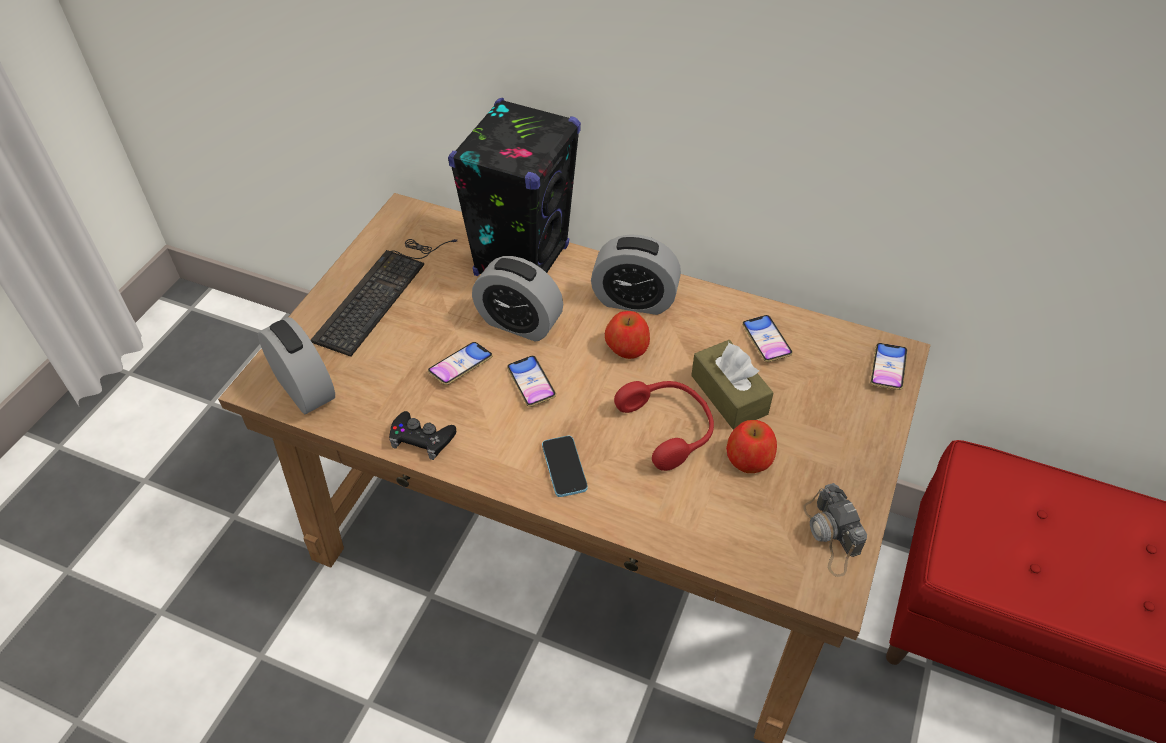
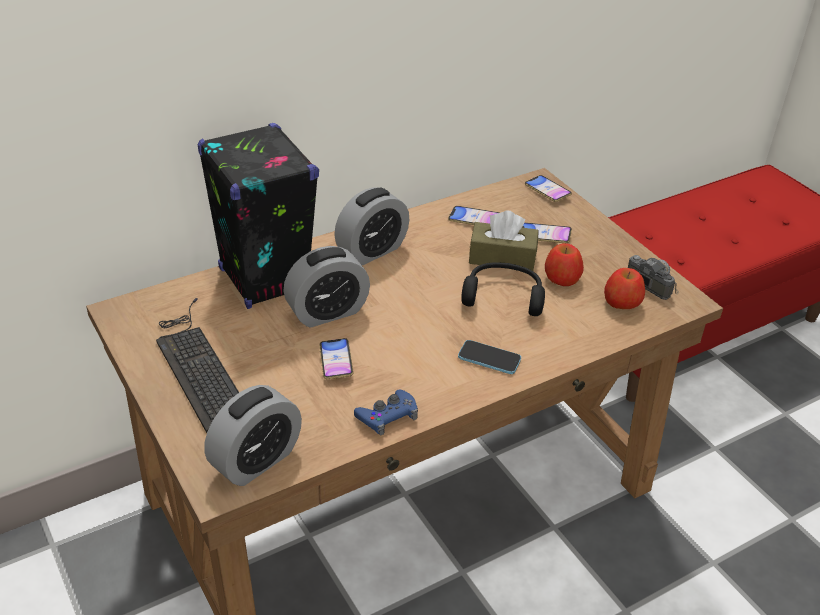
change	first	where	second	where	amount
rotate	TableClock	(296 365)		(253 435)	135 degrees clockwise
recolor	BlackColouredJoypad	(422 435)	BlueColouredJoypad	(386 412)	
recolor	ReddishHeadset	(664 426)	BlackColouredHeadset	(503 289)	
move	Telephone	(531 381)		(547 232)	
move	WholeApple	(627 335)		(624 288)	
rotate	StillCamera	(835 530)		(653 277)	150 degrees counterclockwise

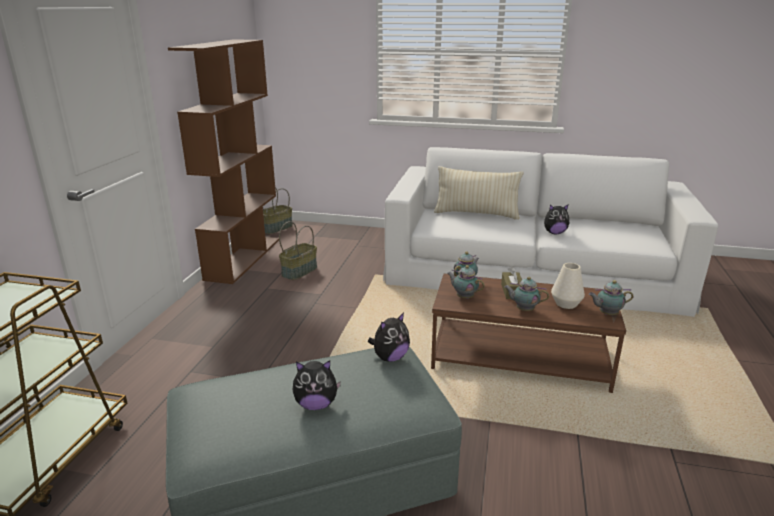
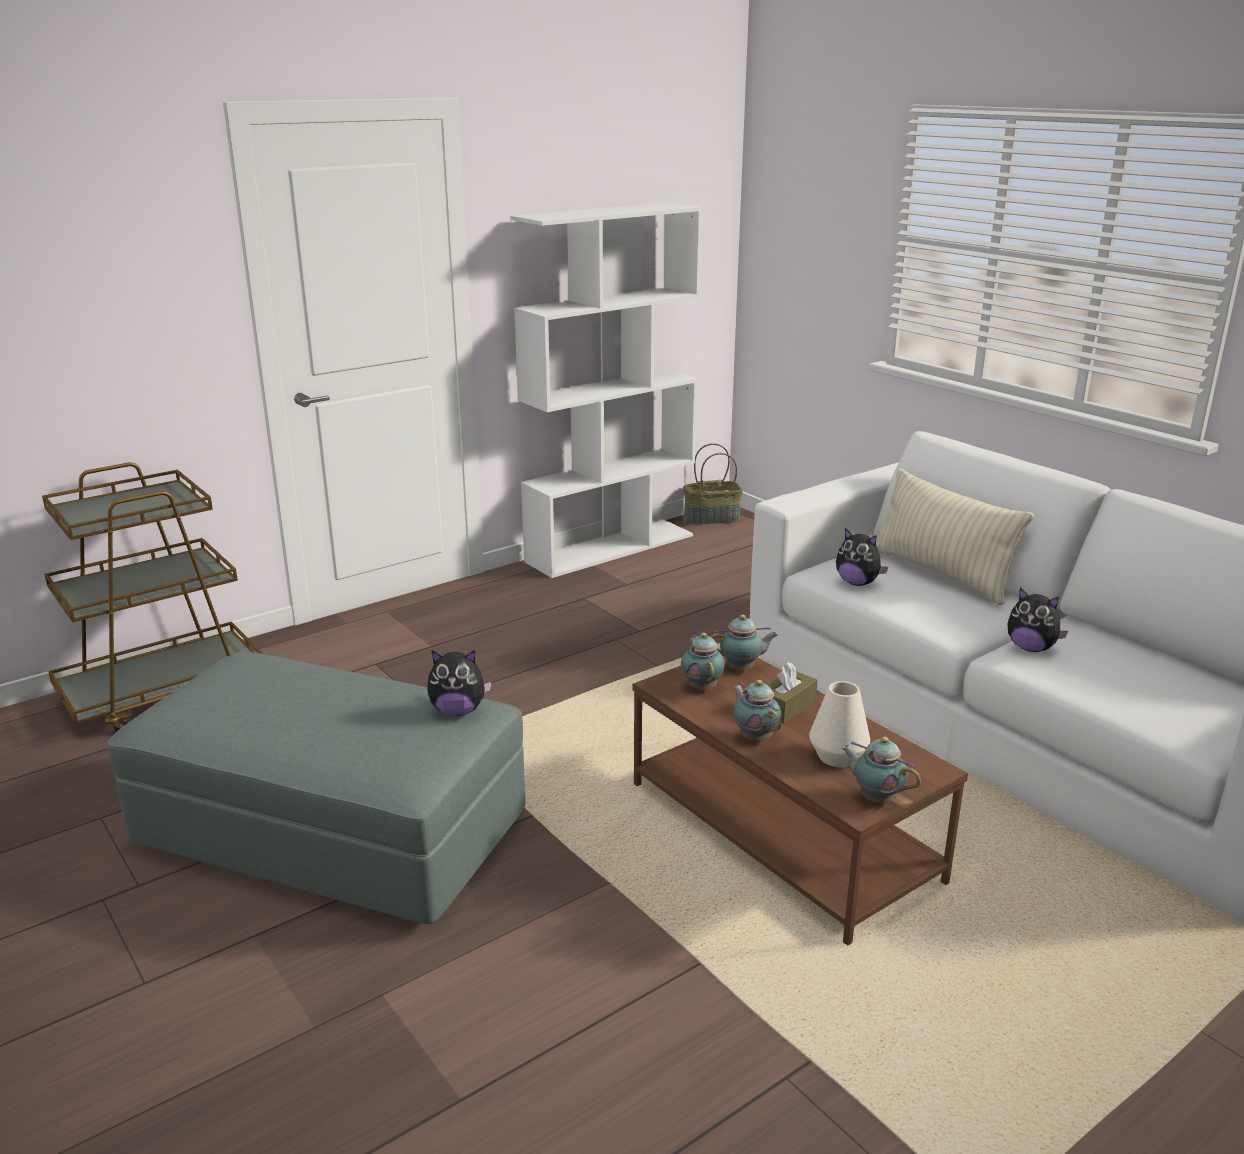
change	first	where	second	where	amount
recolor	BrownBookshelf	(223 161)	WhiteColouredBookshelf	(606 390)	
move	SoftToy	(317 385)		(862 557)	
delete	StorageBasket	(298 250)			

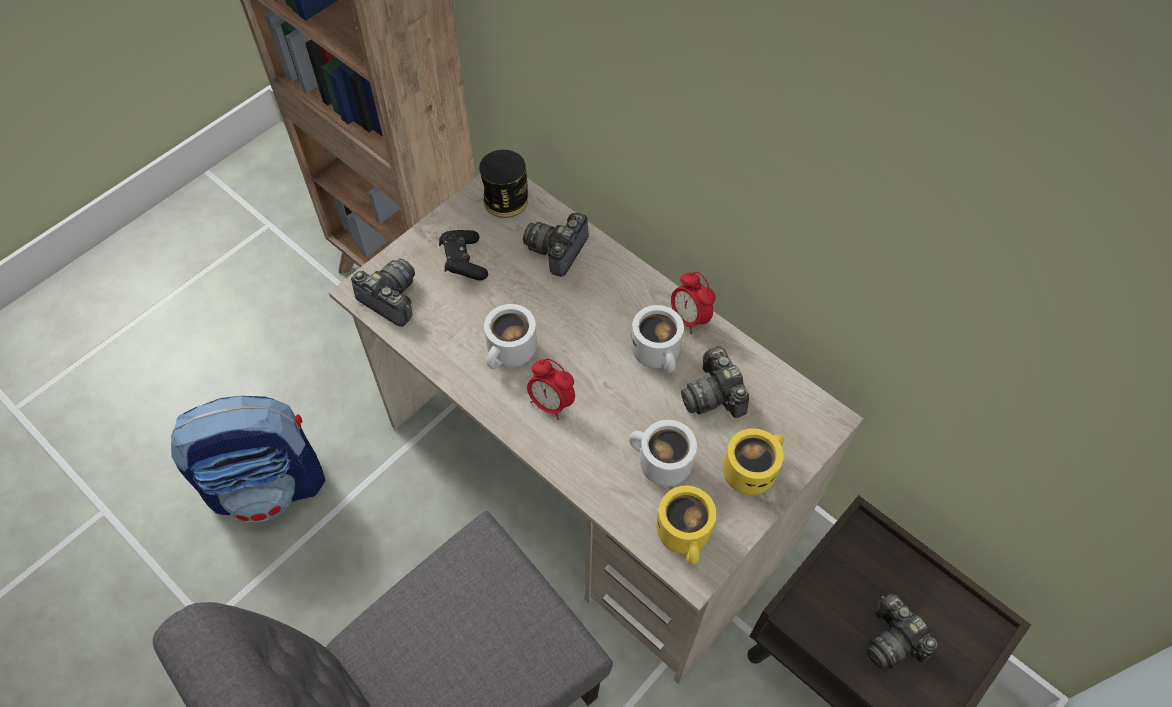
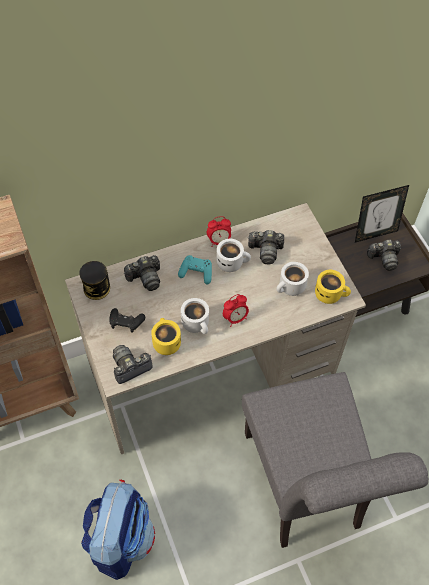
change	first	where	second	where	amount
rotate	StillCamera	(556 245)		(142 273)	75 degrees counterclockwise
move	YellowColouredTeaMug	(753 461)		(166 336)	
insert			TurquoiseColouredJoypad	(195 269)	
insert			StandingFrame	(382 213)	

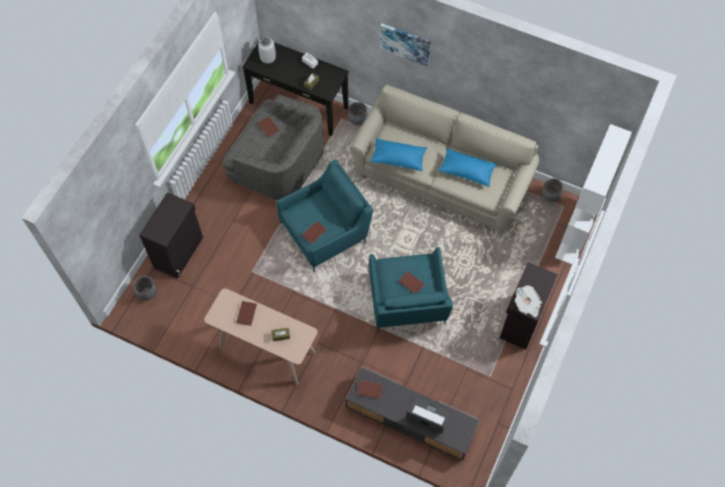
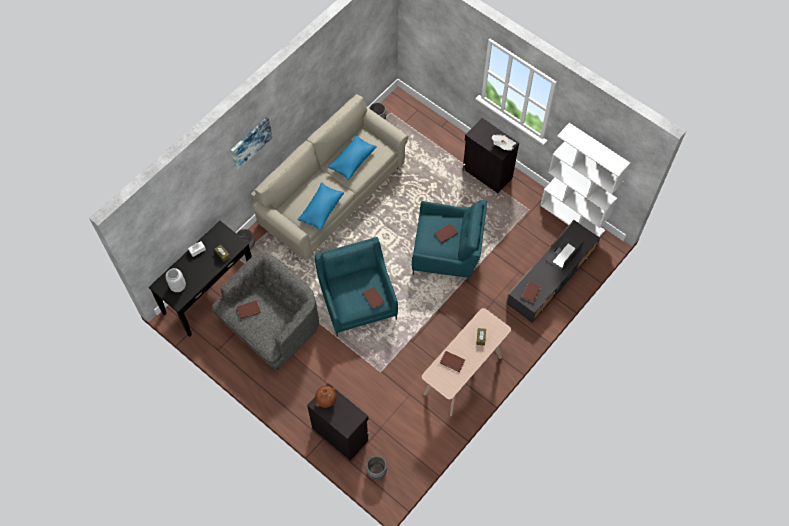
change	first	where	second	where	amount
insert			BrownFlowerVase	(326 397)	
move	WhiteColouredBookshelf	(593 194)		(585 180)	

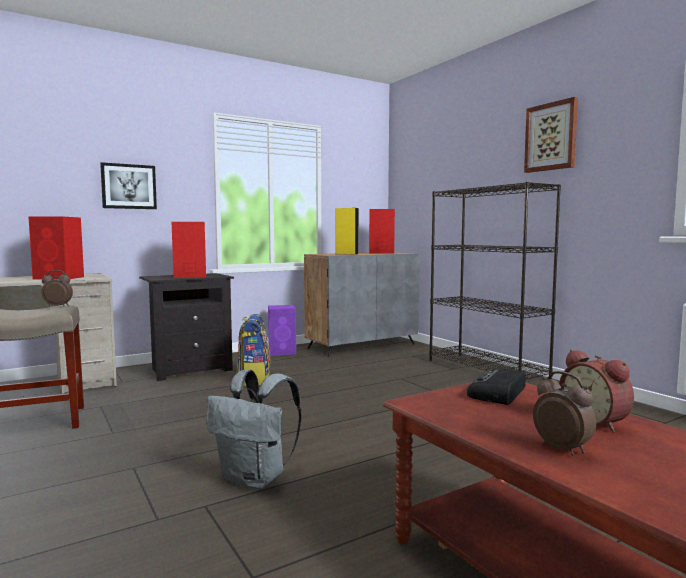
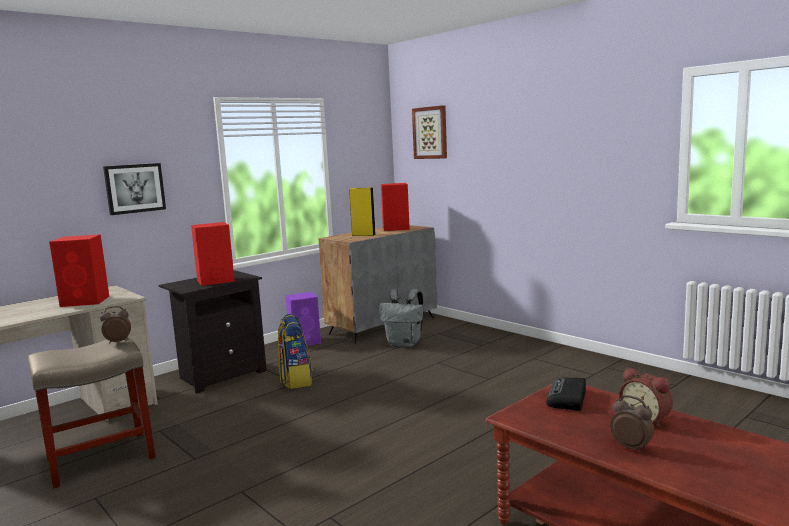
change	first	where	second	where	amount
move	GreyishBackpack	(253 429)		(401 318)	
move	WallPicture	(551 135)		(429 132)	
delete	BlackColouredBookshelf	(495 280)			

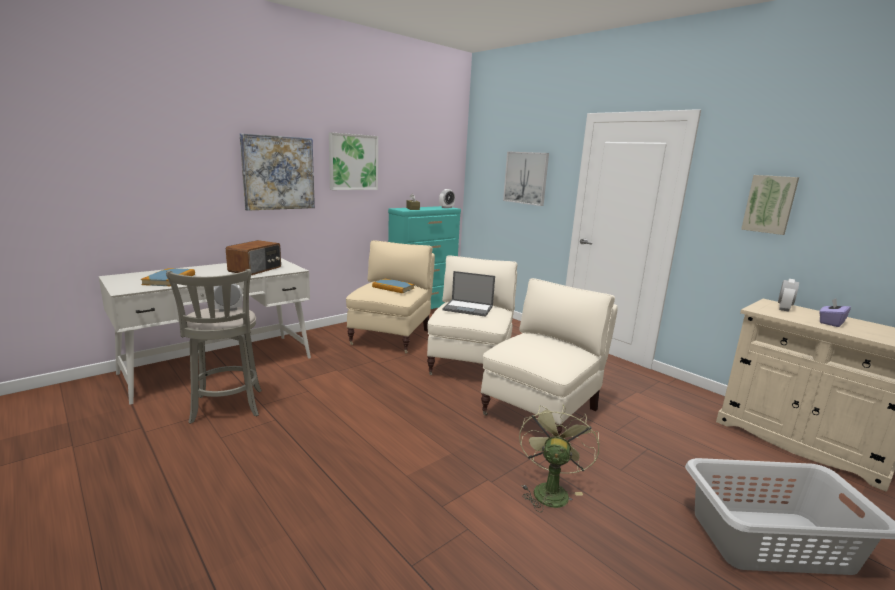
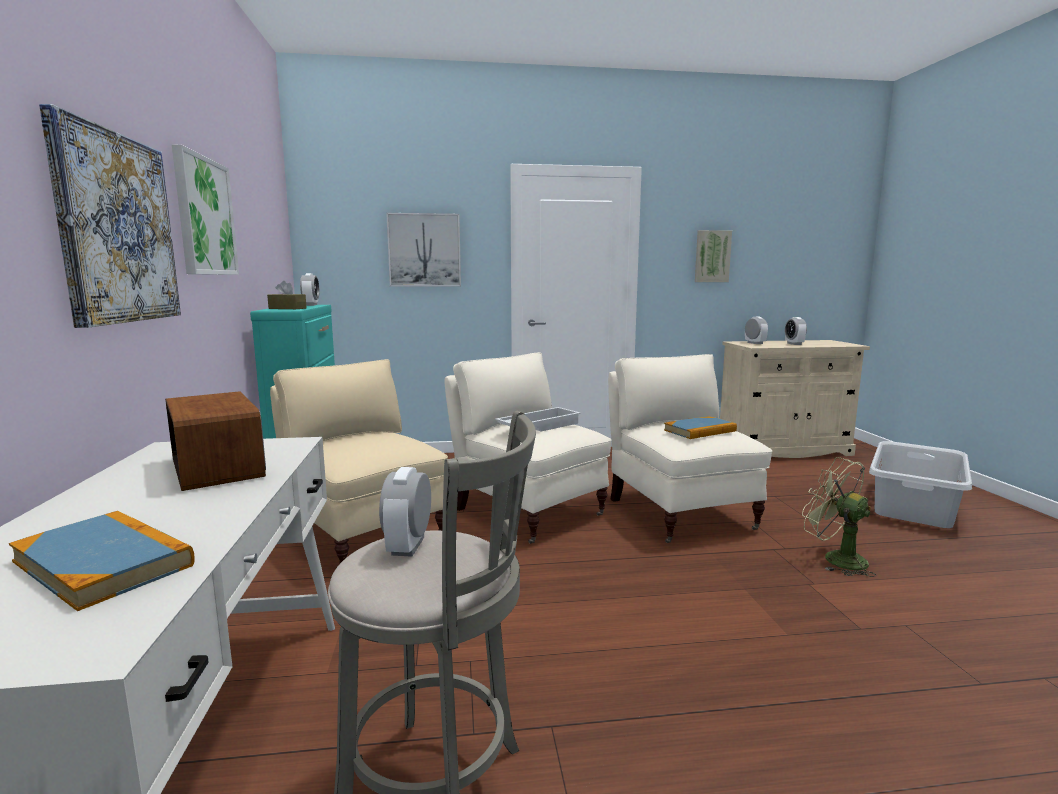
change	first	where	second	where	amount
replace	Laptop	(468 294)	WhiteColouredServingTray	(538 419)	
move	BoundBook	(393 286)		(700 427)	
replace	PurpleTissueBox	(835 312)	TableClock	(796 331)	

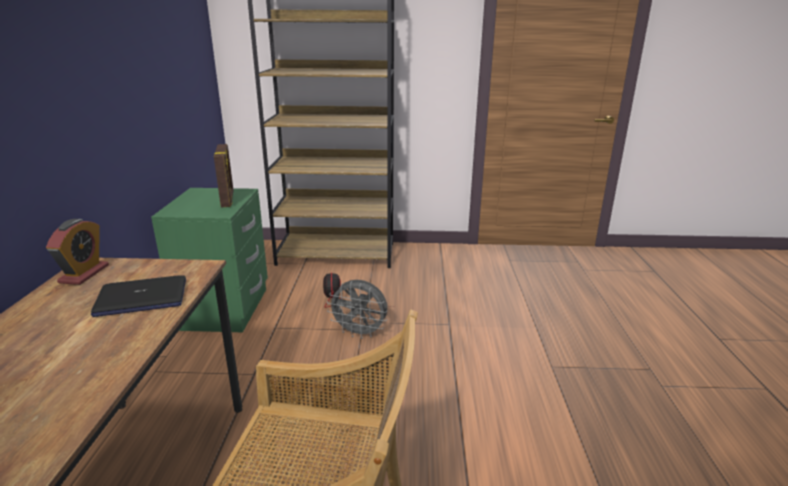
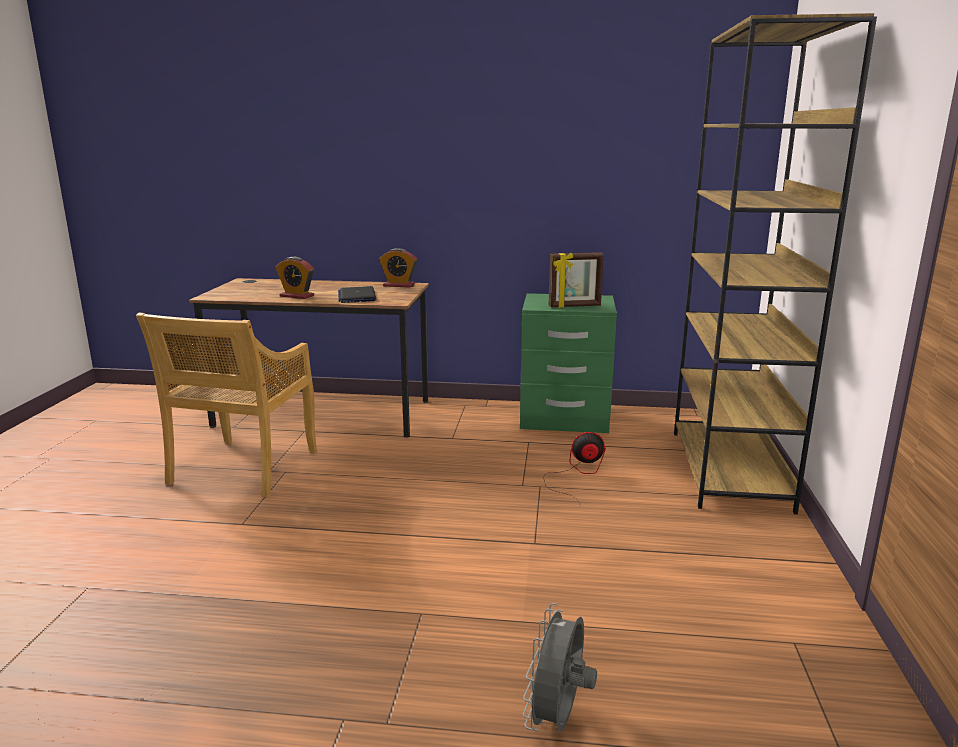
change	first	where	second	where	amount
insert			TableClock	(295 278)	
move	GreyishCoolingFan	(357 309)		(560 667)	

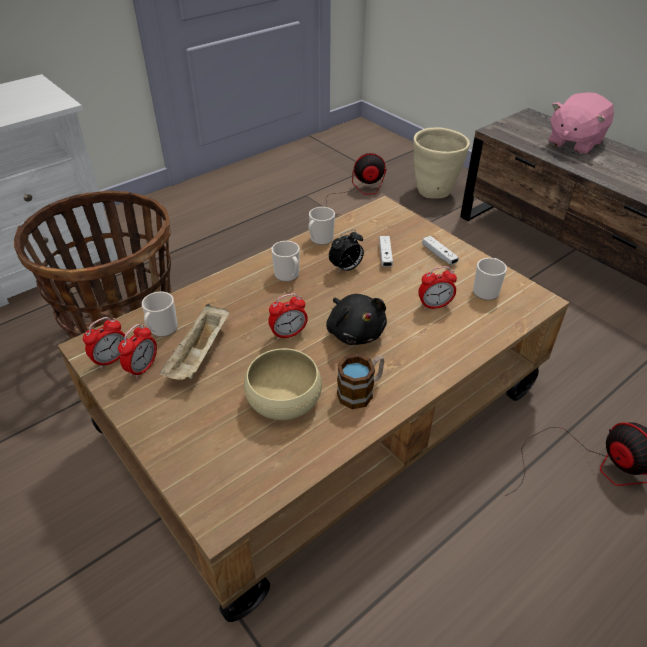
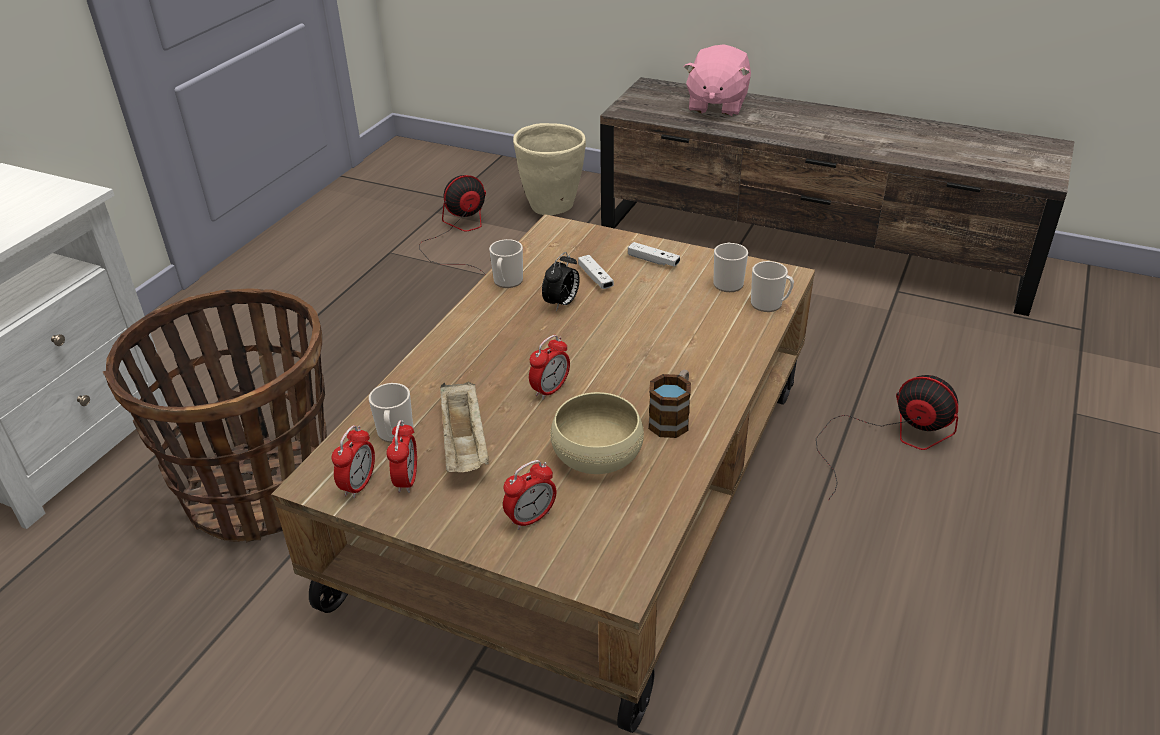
change	first	where	second	where	amount
move	TableClock	(437 288)		(529 495)	
move	TeaMug	(285 261)		(772 286)	
delete	BlackColouredSoftToy	(356 319)			

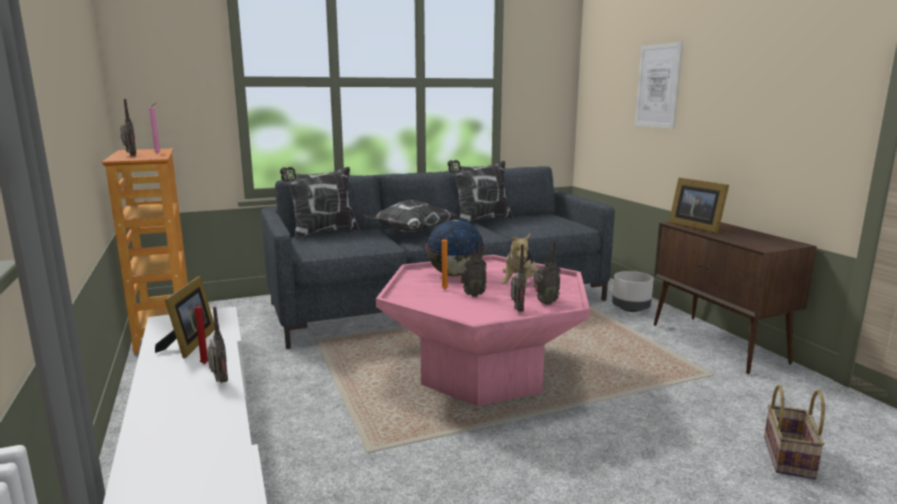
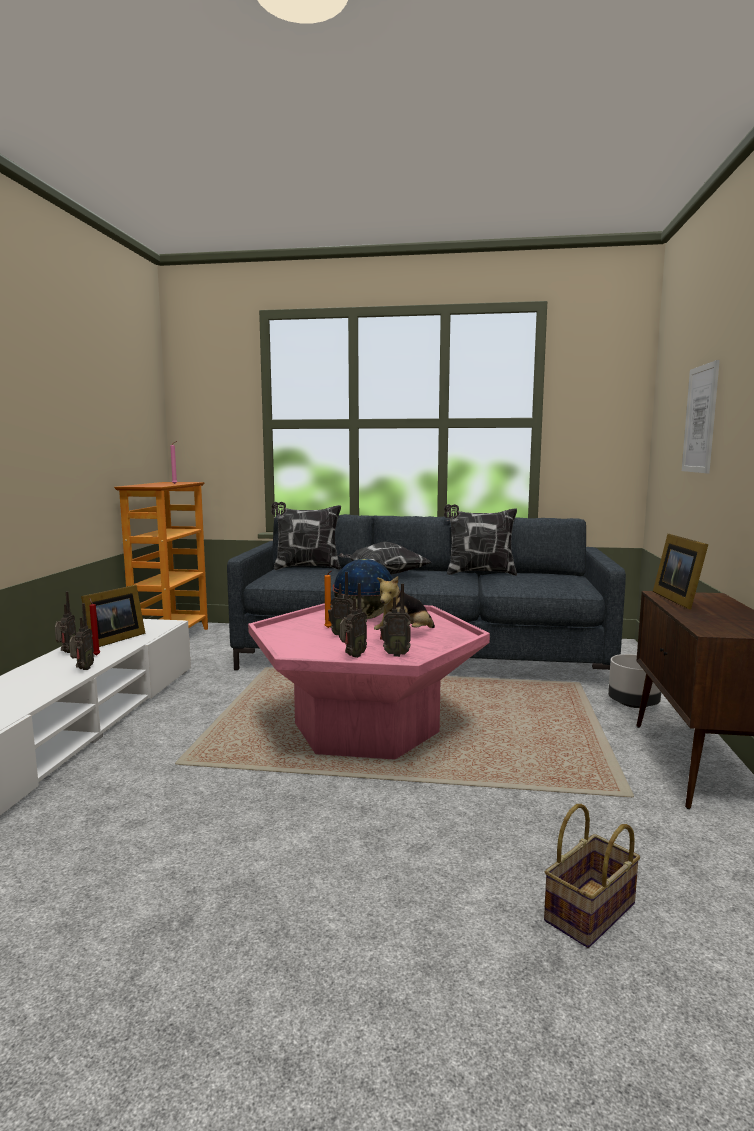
change	first	where	second	where	amount
move	RadioSet	(128 127)		(65 622)	

